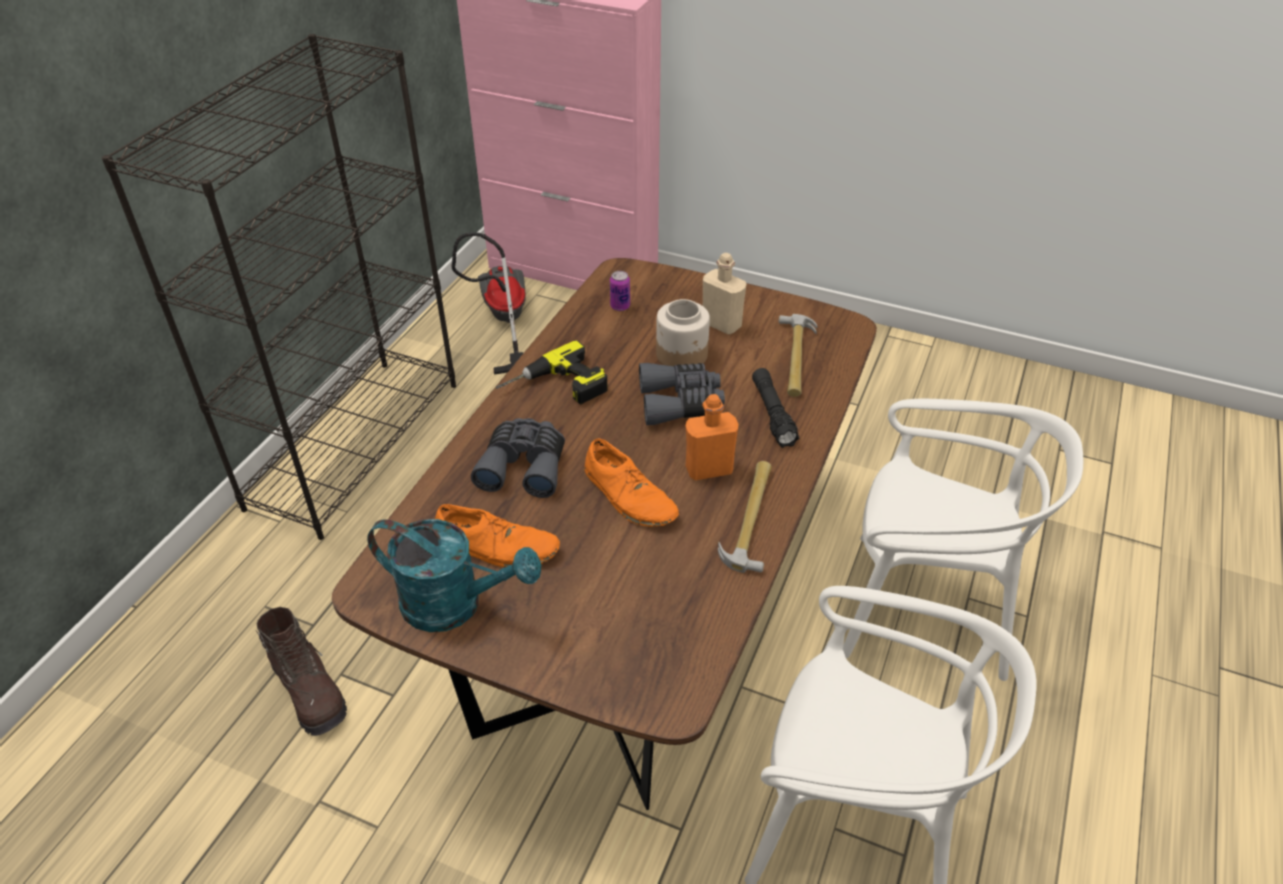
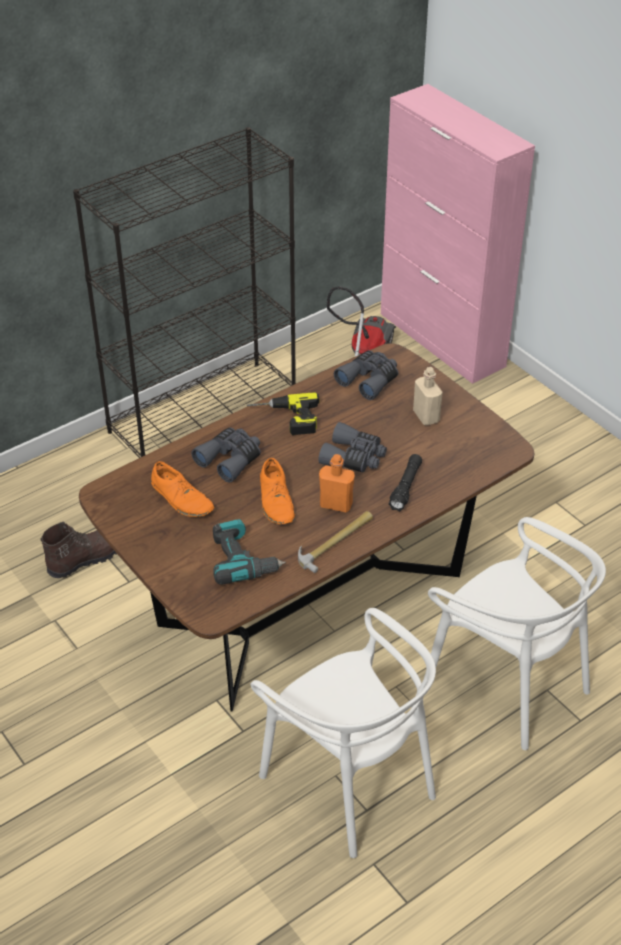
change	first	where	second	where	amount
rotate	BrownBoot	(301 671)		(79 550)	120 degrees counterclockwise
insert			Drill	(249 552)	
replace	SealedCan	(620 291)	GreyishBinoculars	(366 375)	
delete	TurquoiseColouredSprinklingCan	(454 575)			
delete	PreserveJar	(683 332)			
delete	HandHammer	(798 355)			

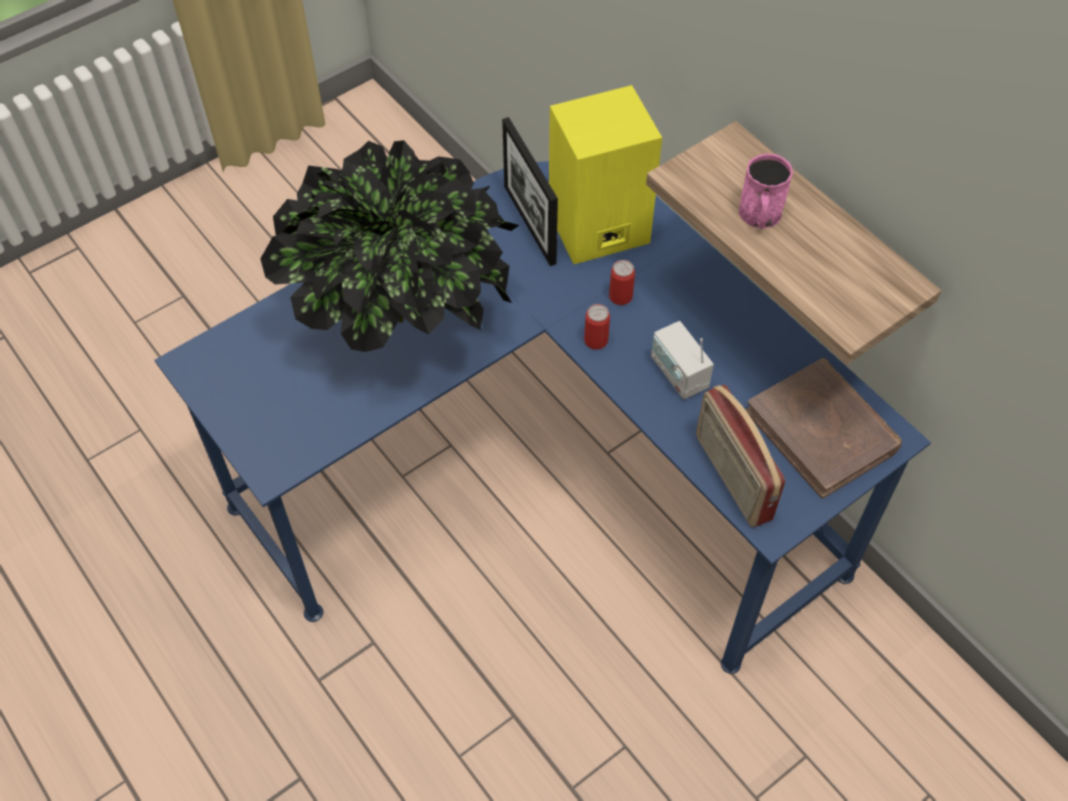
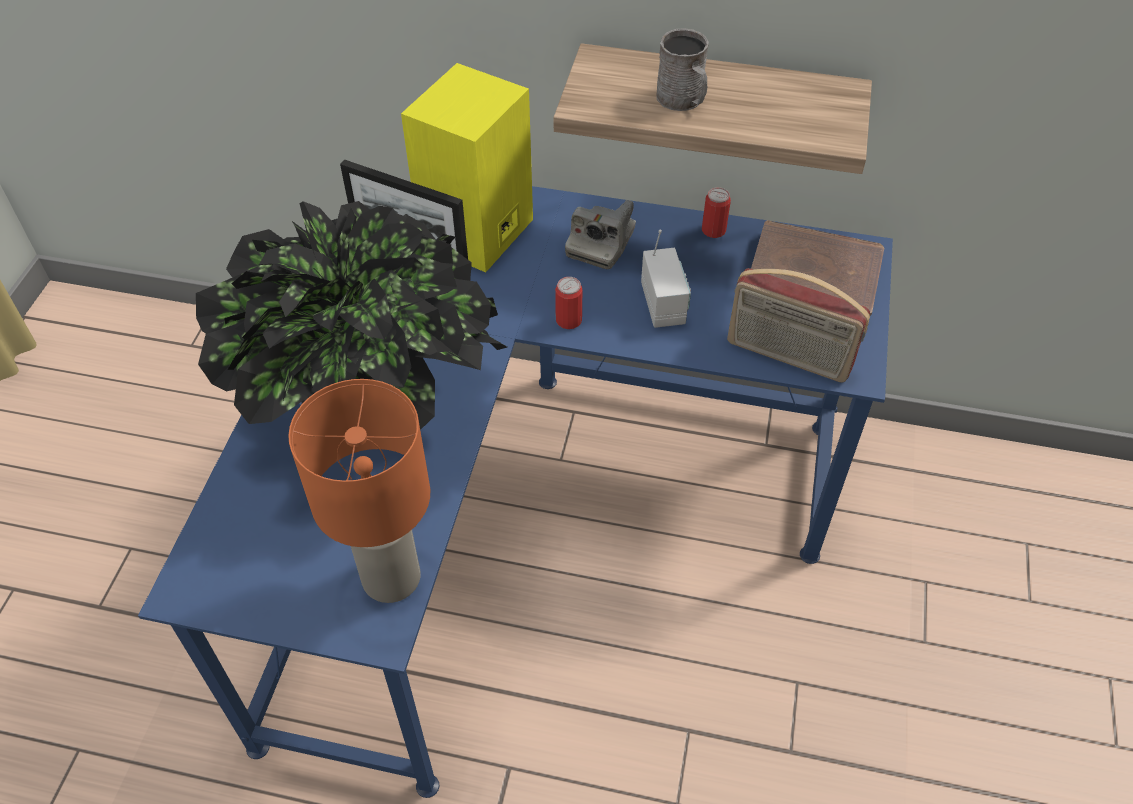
change	first	where	second	where	amount
insert			OrangeColouredTabletopLamp	(359 491)	
insert			StillCamera	(600 234)	
rotate	RadioSet	(682 360)		(666 279)	120 degrees counterclockwise
recolor	PinkTeaMug	(766 190)	GreyishTeaMug	(682 69)	
move	SealedCan	(622 282)		(716 212)	

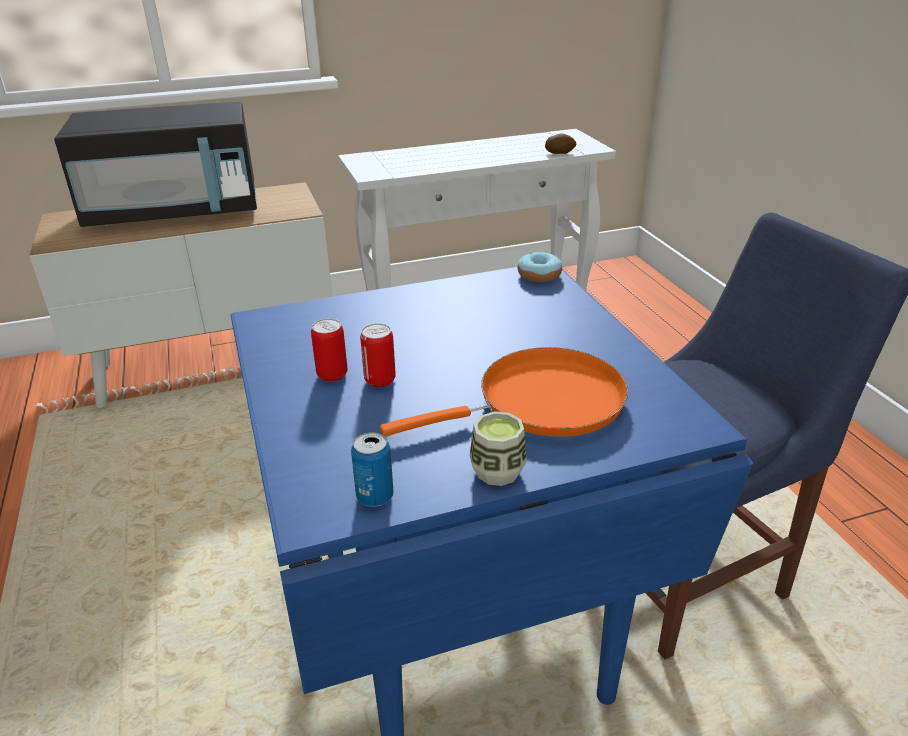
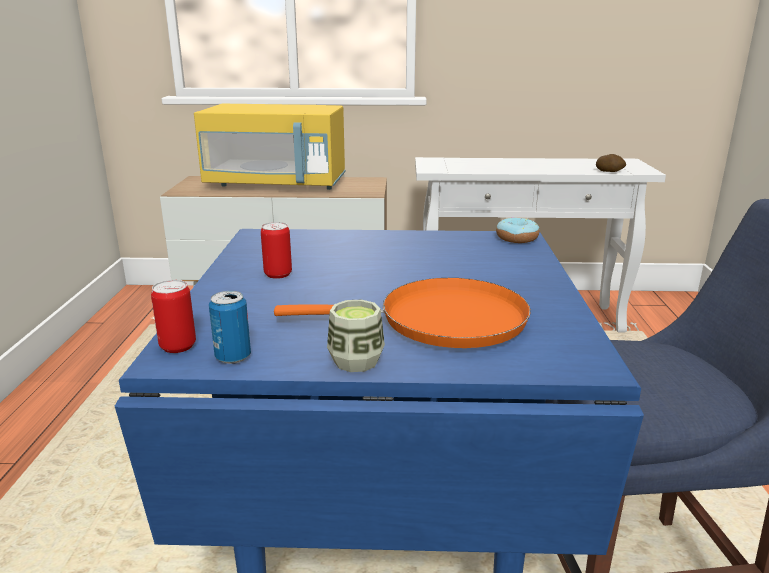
change	first	where	second	where	amount
move	SealedCan	(378 355)		(173 316)	
recolor	BlackColouredKitchenMicrowave	(155 164)	YellowColouredKitchenMicrowave	(269 147)	

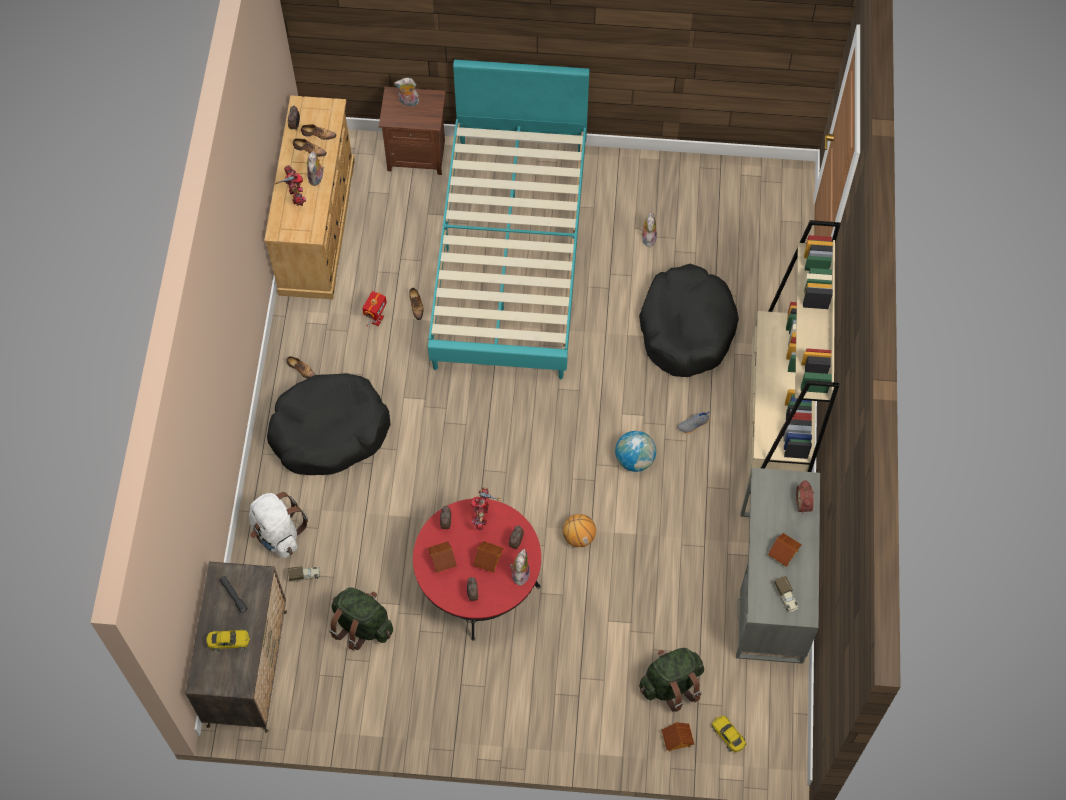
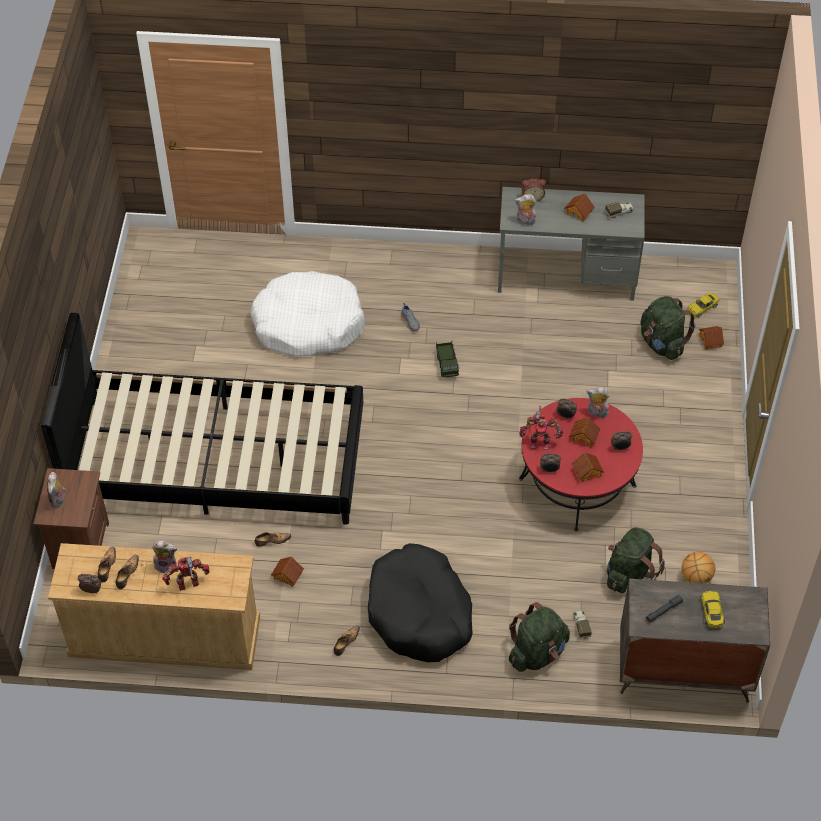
change	first	where	second	where	amount
recolor	TurquoiseColouredBed	(509 219)	BlackColouredBed	(202 419)	
recolor	BlackColouredPetBed	(689 320)	WhiteColouredPetBed	(307 313)	
replace	RobotFigure	(374 308)	ModelHouse	(287 571)	
replace	DeskGlobe	(635 451)	ModelTruck	(447 359)	
recolor	WhiteColouredBackpack	(278 525)	GreenColouredBackpack	(539 637)	
move	SoftToy	(648 229)		(525 209)	
move	BallForBasketball	(579 530)		(698 568)	
delete	BeigeBookshelf	(794 350)			

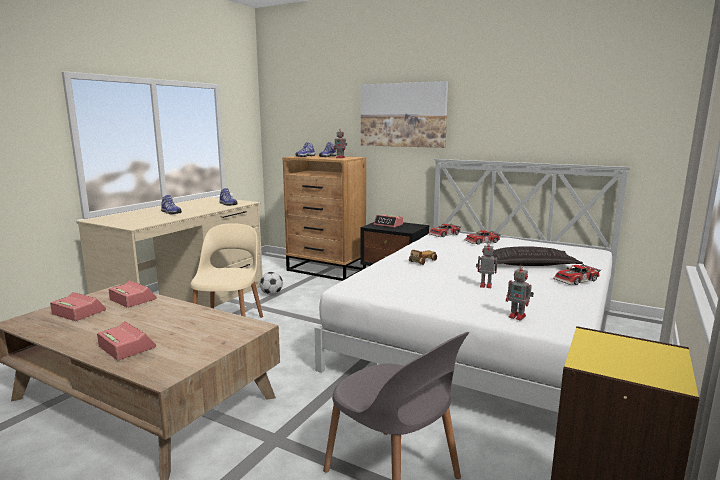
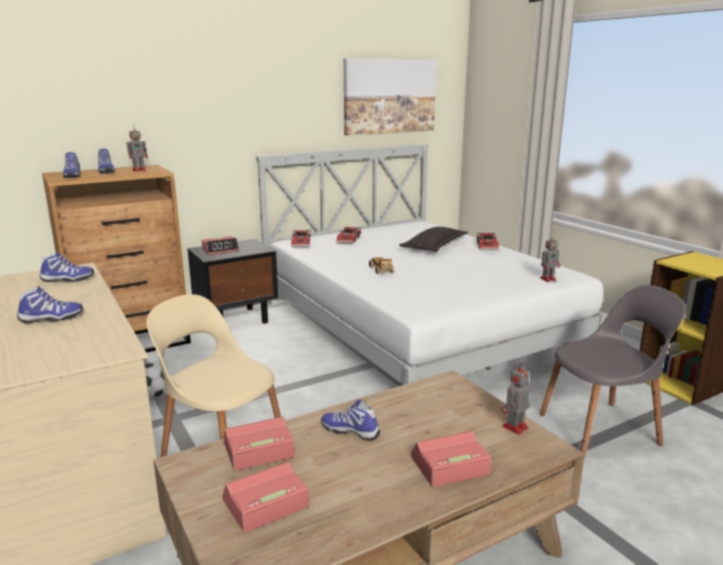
change	first	where	second	where	amount
insert			Shoe	(350 420)	
move	WallPicture	(404 114)		(390 96)	
move	RobotFigure	(486 264)		(515 398)	

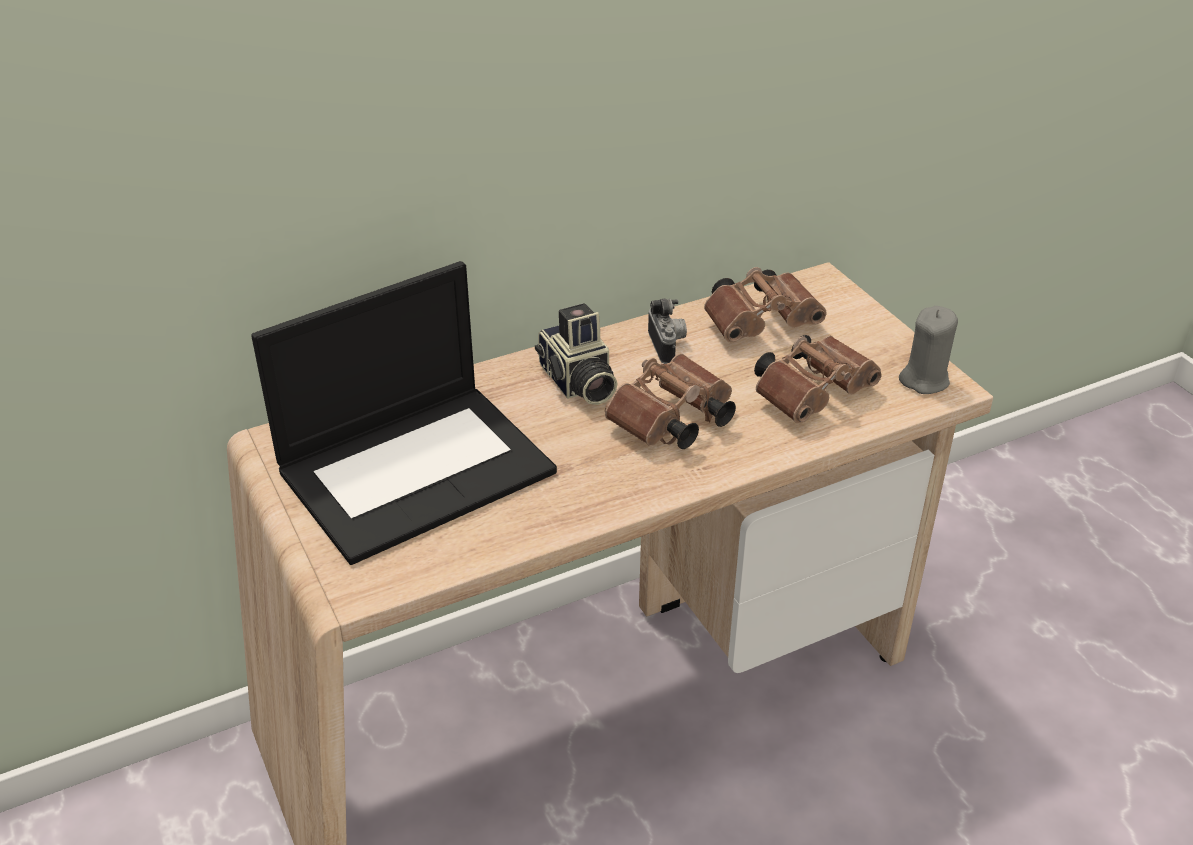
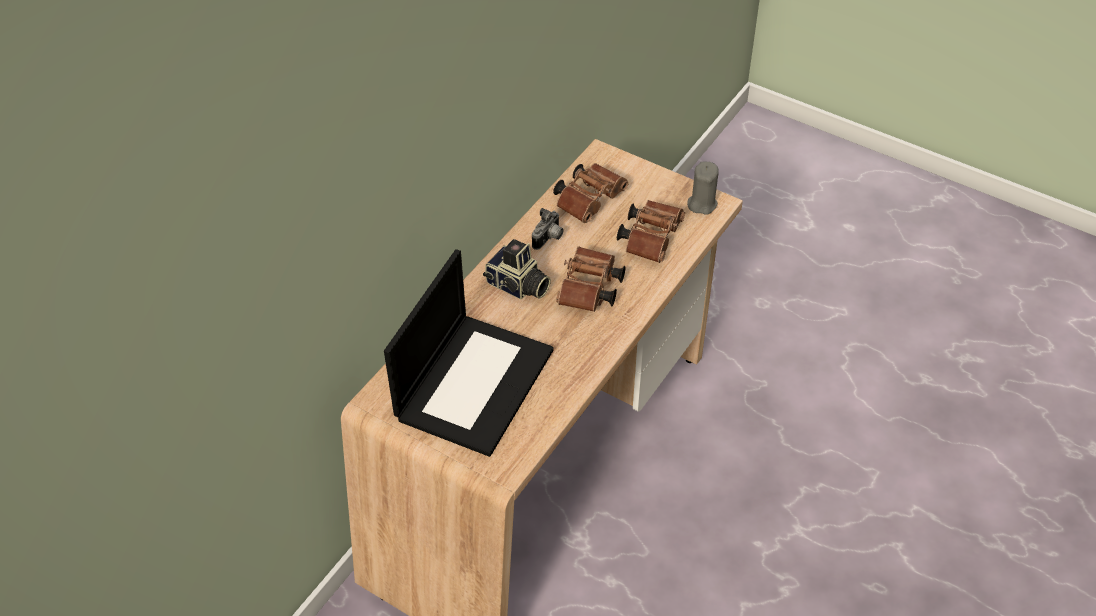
change	first	where	second	where	amount
rotate	StillCamera	(667 331)		(548 229)	75 degrees clockwise

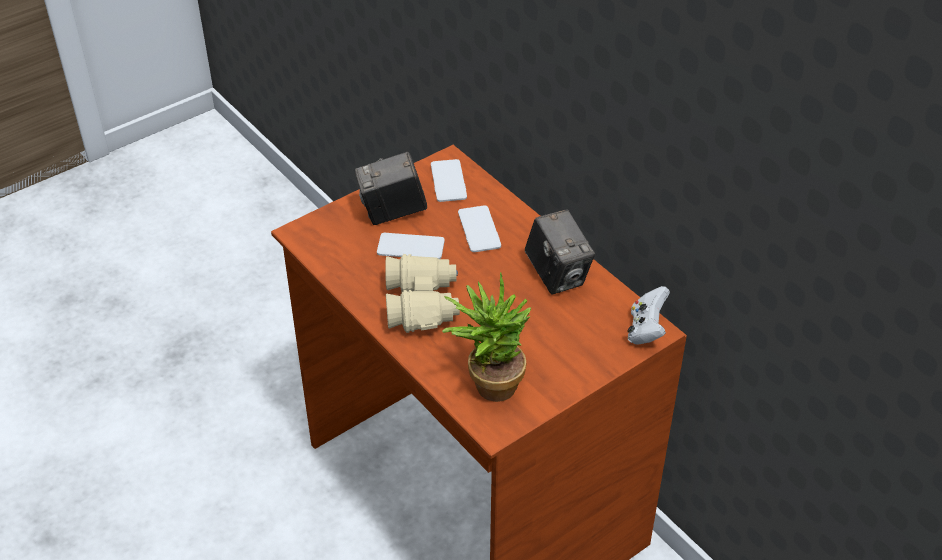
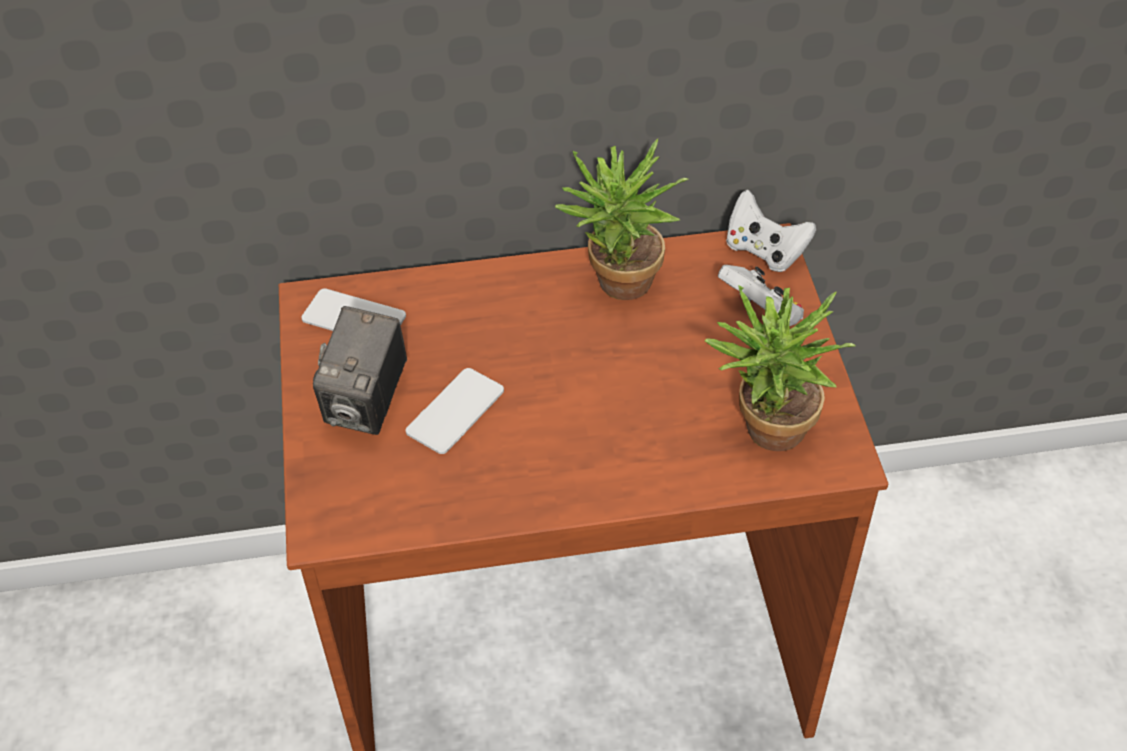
change	first	where	second	where	amount
replace	StillCamera	(559 251)	PlantInAPot	(622 219)	
insert			WhiteColouredJoypad	(761 295)	
delete	BeigeBinoculars	(422 293)			
delete	Telephone	(479 228)			

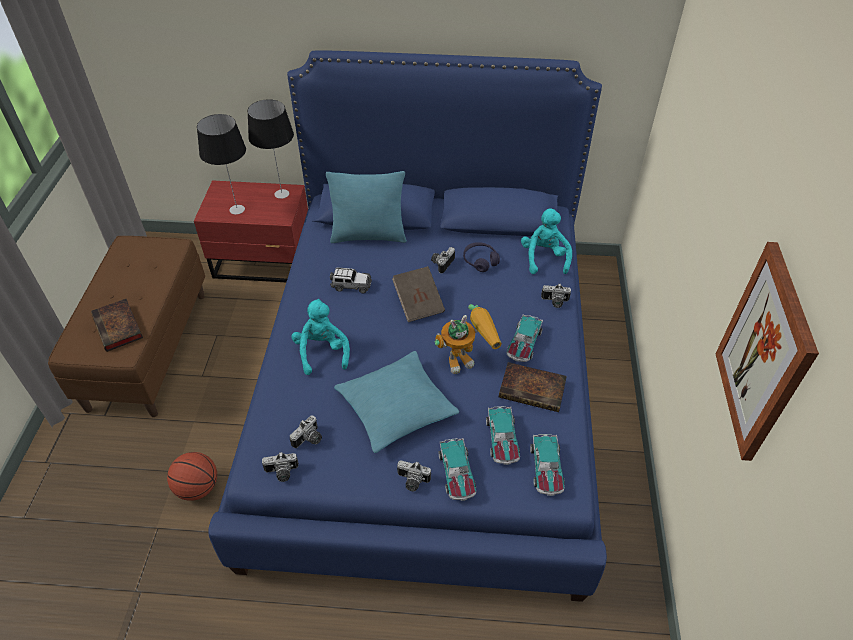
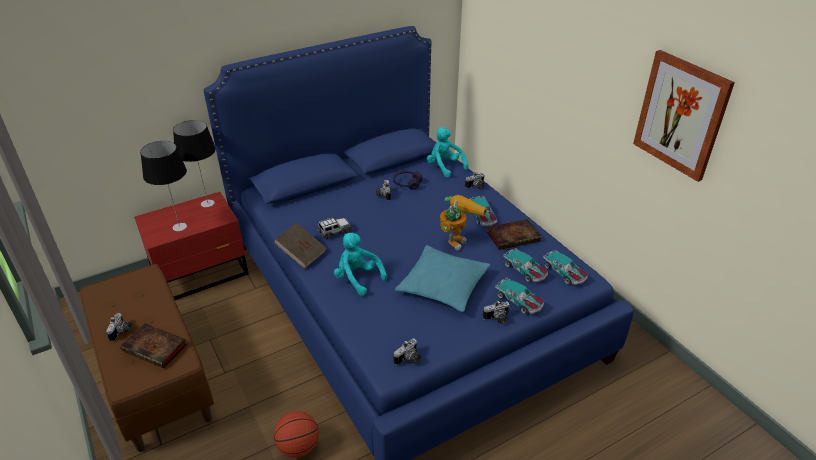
change	first	where	second	where	amount
move	StillCamera	(306 431)		(119 327)	
move	BrownBoundBook	(418 294)		(300 245)	
delete	TurquoiseColouredCushion	(366 207)			

